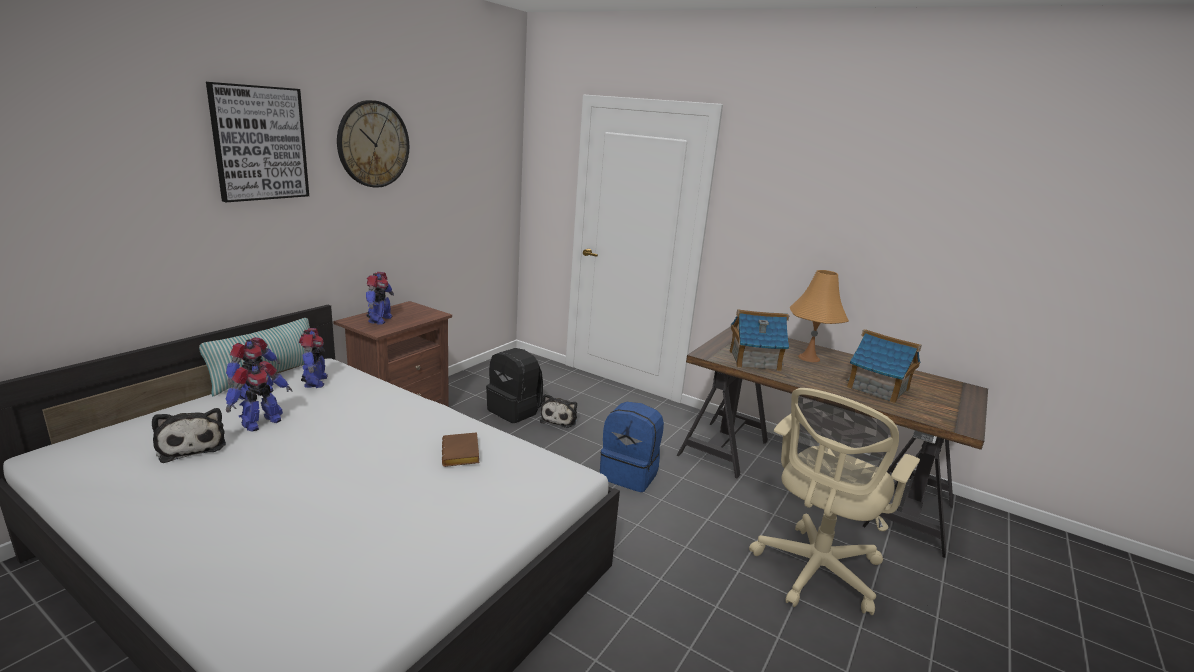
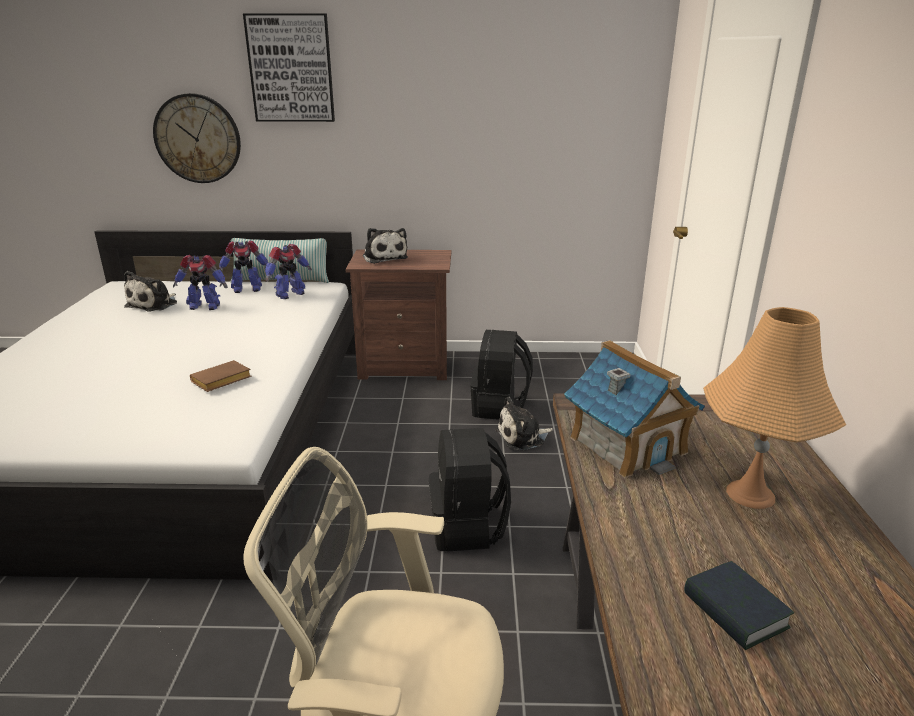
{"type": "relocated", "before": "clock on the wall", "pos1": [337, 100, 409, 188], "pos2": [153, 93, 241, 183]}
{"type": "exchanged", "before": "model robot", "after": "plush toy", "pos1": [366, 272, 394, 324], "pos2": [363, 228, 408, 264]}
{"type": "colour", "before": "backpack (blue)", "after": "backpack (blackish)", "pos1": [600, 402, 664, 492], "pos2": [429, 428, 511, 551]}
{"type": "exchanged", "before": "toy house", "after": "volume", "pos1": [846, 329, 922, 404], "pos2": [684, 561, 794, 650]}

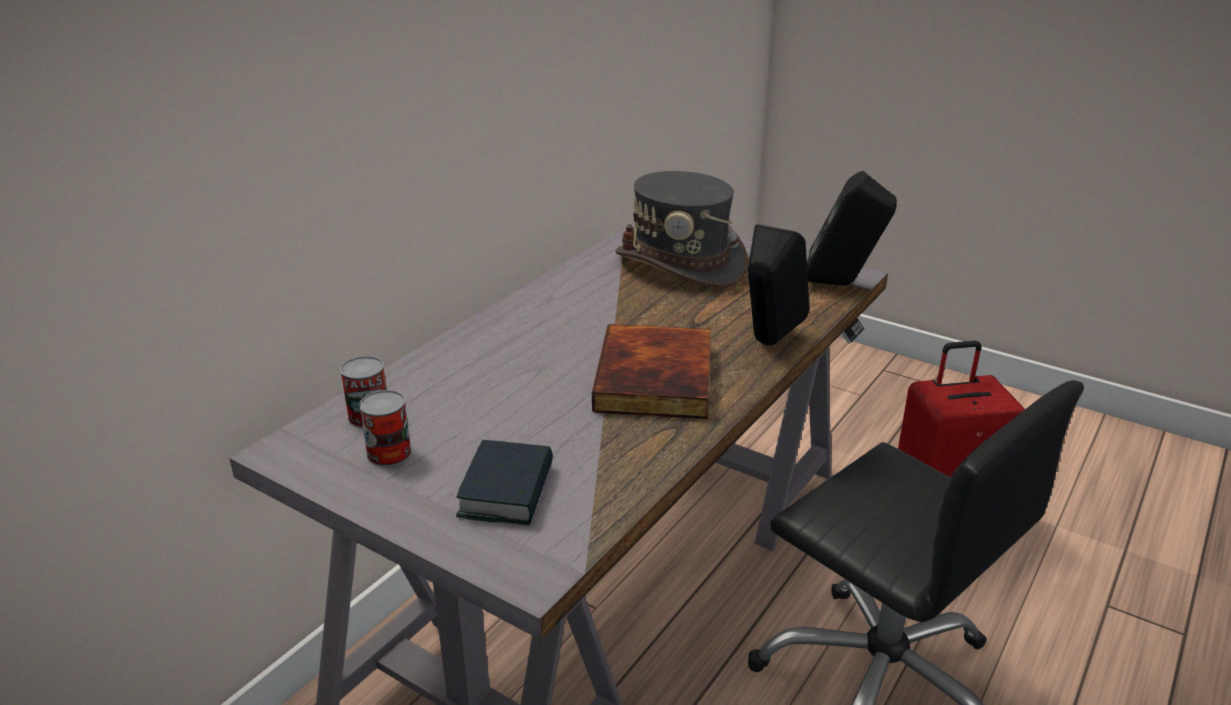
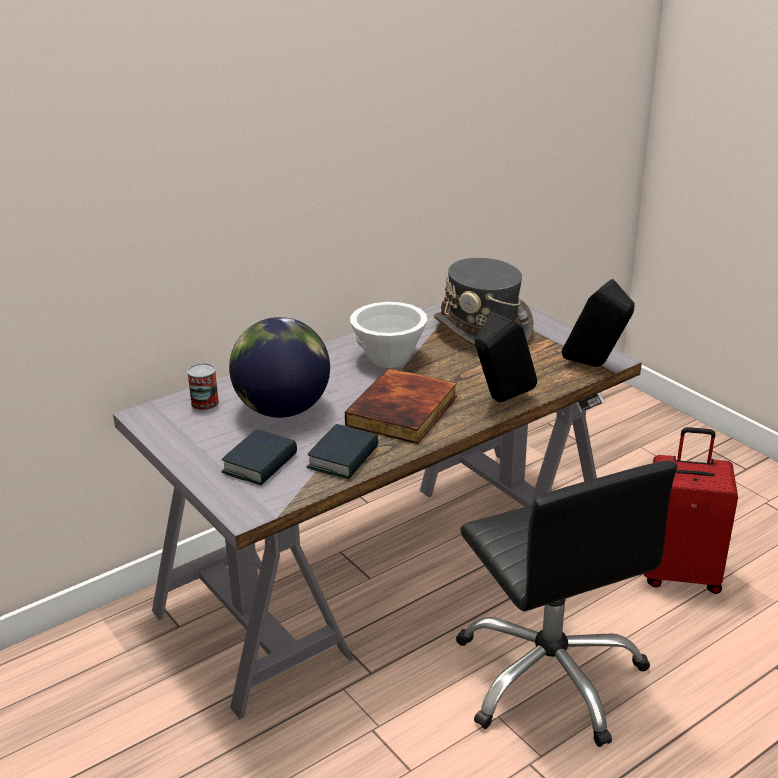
{"type": "missing", "before": "sealed can", "pos1": [359, 390, 412, 467]}
{"type": "appeared", "after": "globe", "pos2": [229, 317, 330, 418]}
{"type": "appeared", "after": "volume", "pos2": [307, 424, 378, 479]}
{"type": "appeared", "after": "bowl (whitish)", "pos2": [350, 302, 427, 368]}

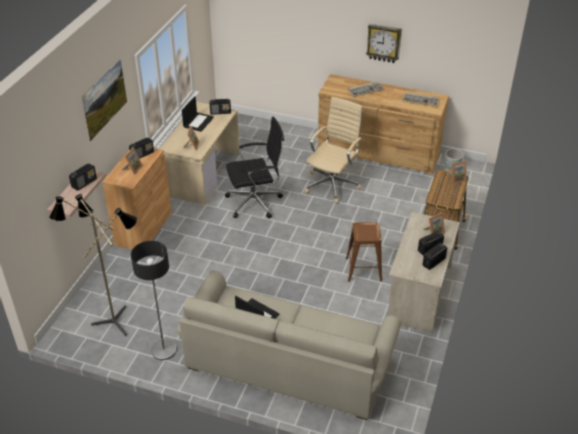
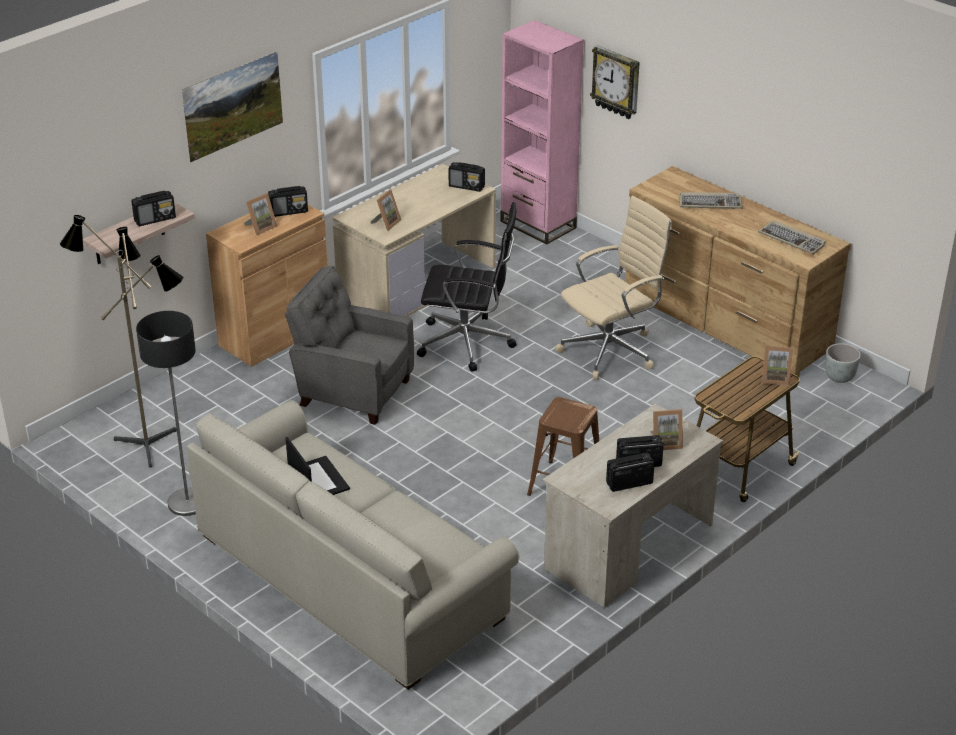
{"type": "missing", "before": "laptop", "pos1": [182, 96, 214, 132]}
{"type": "relocated", "before": "clock on the wall", "pos1": [366, 24, 402, 63], "pos2": [590, 45, 640, 119]}
{"type": "appeared", "after": "lounge chair (grey)", "pos2": [285, 266, 414, 425]}
{"type": "appeared", "after": "bookcase (pinkish)", "pos2": [500, 20, 584, 244]}

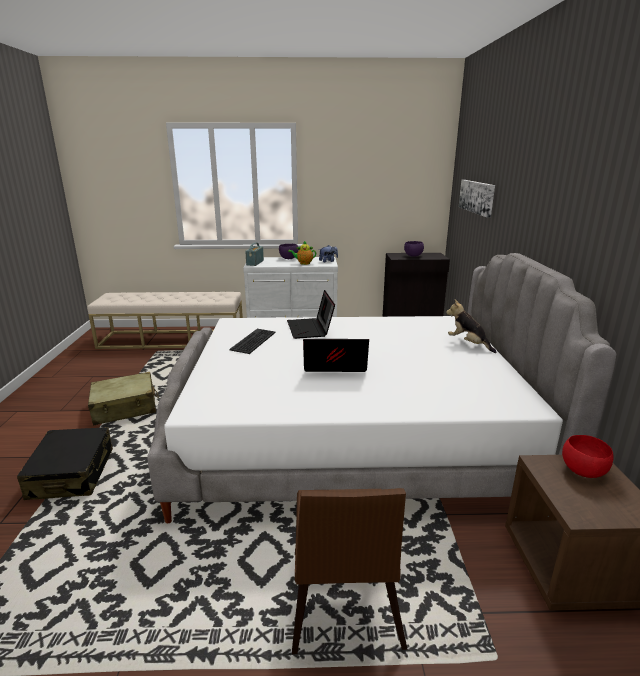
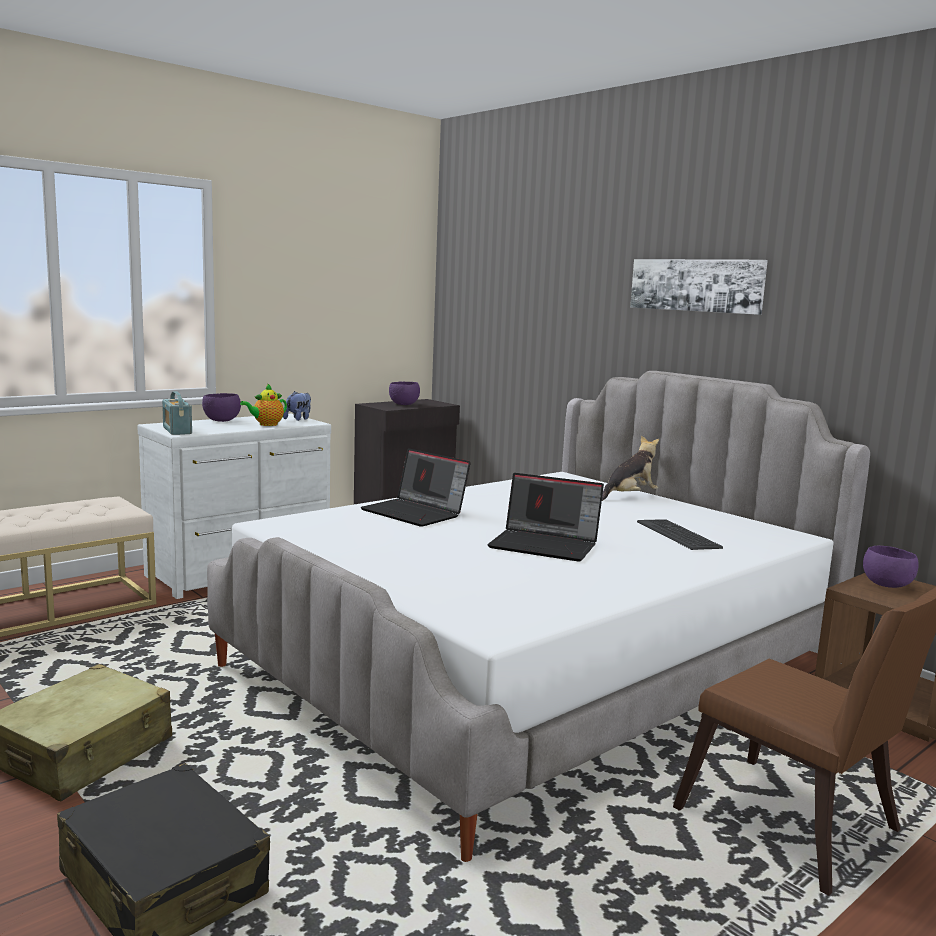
{"type": "relocated", "before": "keyboard", "pos1": [230, 329, 276, 354], "pos2": [637, 519, 723, 550]}
{"type": "spun", "before": "laptop", "pos1": [303, 339, 369, 372], "pos2": [487, 473, 604, 562], "turn": -120}
{"type": "spun", "before": "plush toy", "pos1": [446, 300, 496, 353], "pos2": [602, 435, 659, 501], "turn": 135}
{"type": "relocated", "before": "wall picture", "pos1": [459, 180, 495, 218], "pos2": [630, 259, 768, 315]}
{"type": "colour", "before": "bowl (reddish)", "after": "bowl (purple)", "pos1": [562, 435, 614, 478], "pos2": [863, 546, 919, 588]}

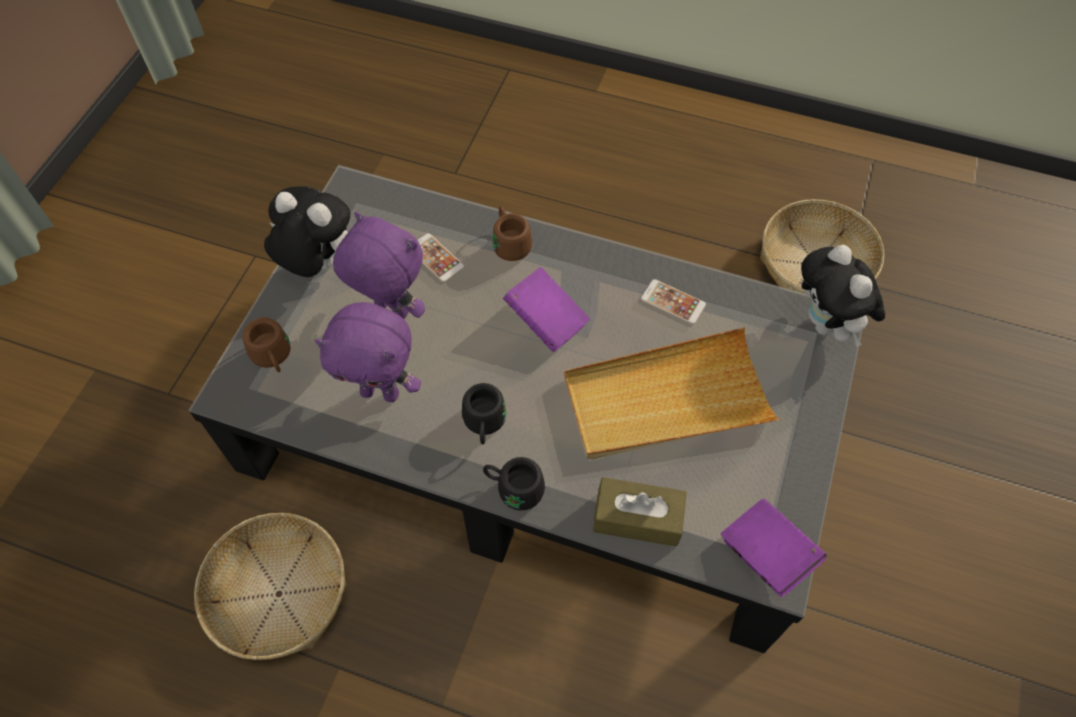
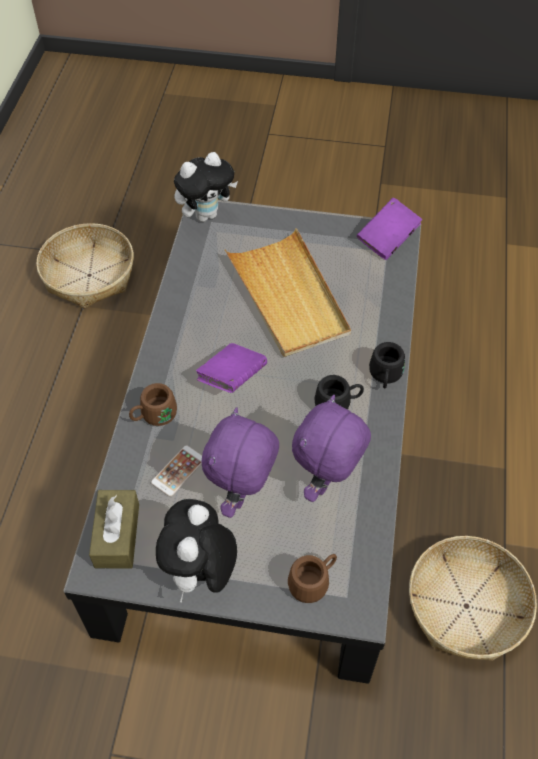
{"type": "spun", "before": "plush toy (purple)", "pos1": [315, 302, 421, 402], "pos2": [292, 395, 371, 502], "turn": -150}
{"type": "relocated", "before": "tissue holder (brown)", "pos1": [593, 477, 687, 547], "pos2": [89, 490, 139, 568]}
{"type": "missing", "before": "phone", "pos1": [641, 279, 706, 324]}

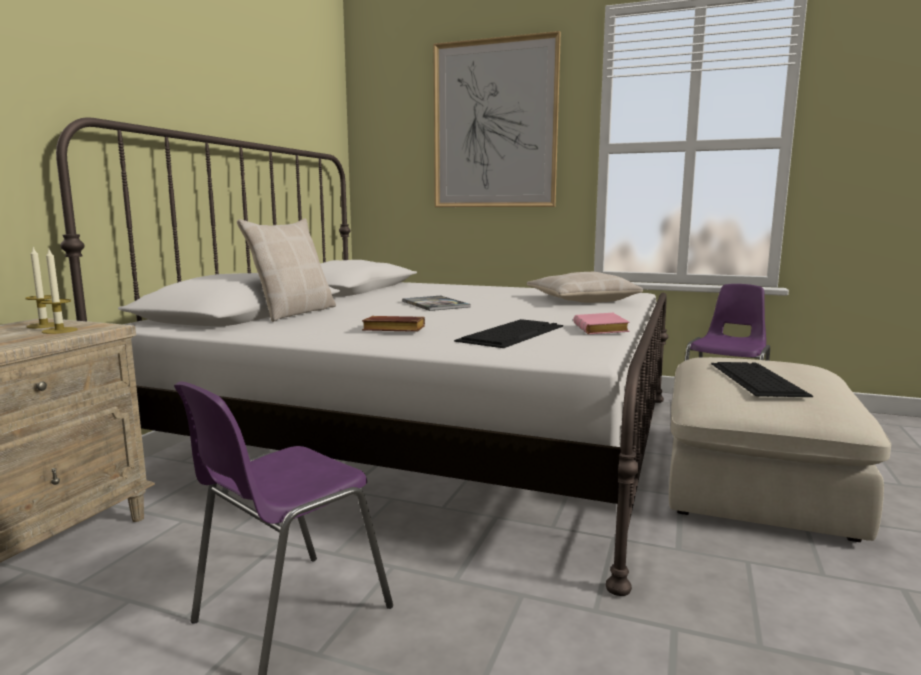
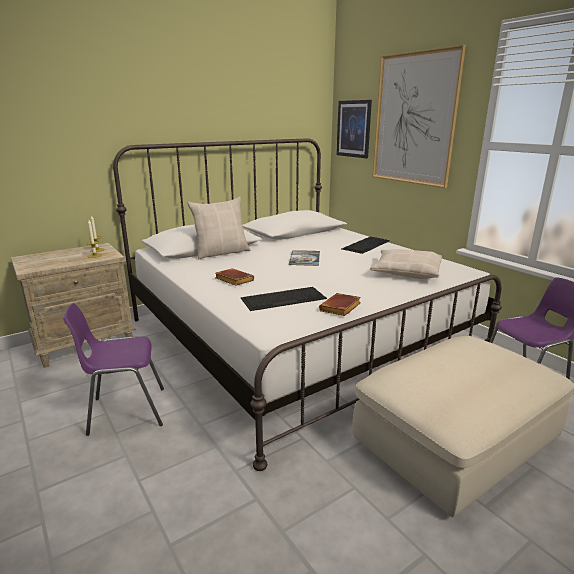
{"type": "colour", "before": "volume (pinkish)", "after": "volume (brown)", "pos1": [573, 313, 630, 334], "pos2": [319, 293, 361, 316]}
{"type": "relocated", "before": "keyboard", "pos1": [711, 362, 813, 397], "pos2": [342, 236, 390, 254]}
{"type": "appeared", "after": "wall picture", "pos2": [336, 100, 372, 158]}

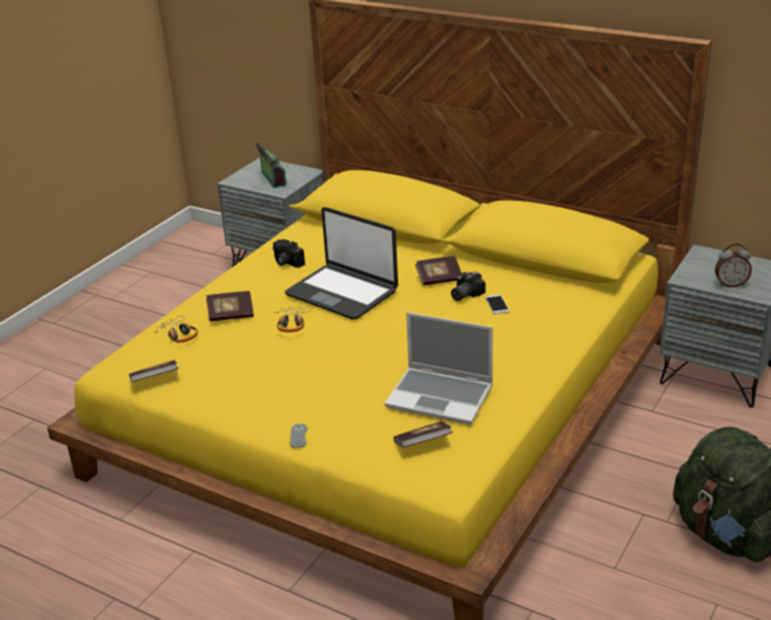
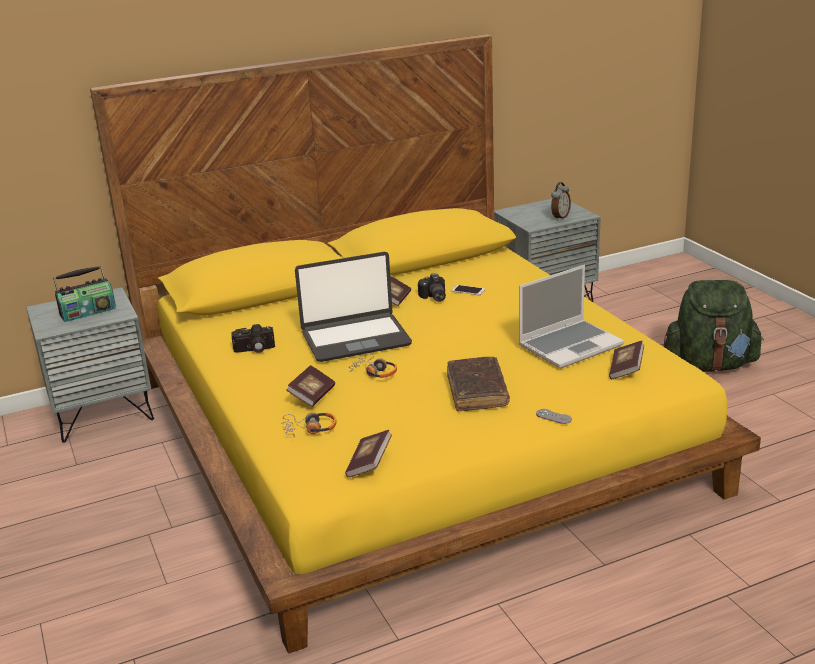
{"type": "spun", "before": "radio", "pos1": [255, 141, 287, 188], "pos2": [53, 266, 116, 322], "turn": 135}
{"type": "appeared", "after": "volume (brown)", "pos2": [447, 357, 510, 411]}

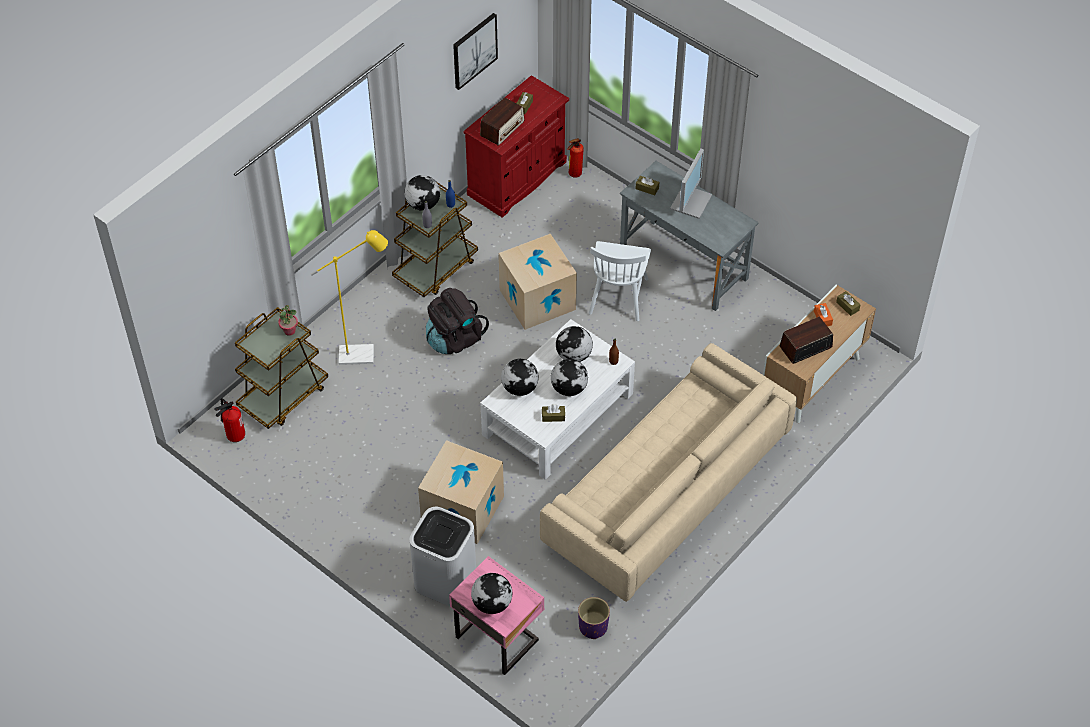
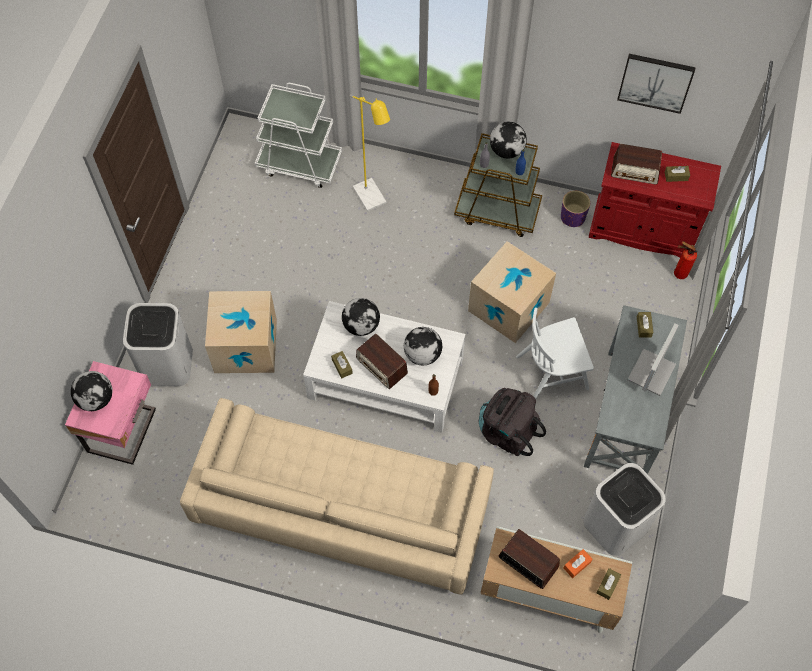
{"type": "missing", "before": "fire-fighting cylinder", "pos1": [214, 398, 245, 442]}
{"type": "colour", "before": "trolley (brown)", "after": "trolley (whitish)", "pos1": [235, 307, 328, 429], "pos2": [255, 83, 342, 188]}
{"type": "missing", "before": "plant in a pot", "pos1": [278, 305, 298, 336]}
{"type": "relocated", "before": "backpack (blackish)", "pos1": [426, 288, 489, 354], "pos2": [479, 388, 546, 456]}
{"type": "exchanged", "before": "globe", "after": "radio", "pos1": [551, 359, 588, 396], "pos2": [356, 334, 408, 389]}
{"type": "relocated", "before": "flower pot (purple)", "pos1": [578, 597, 610, 639], "pos2": [561, 191, 590, 227]}
{"type": "spun", "before": "computer screen", "pos1": [670, 148, 712, 219], "pos2": [627, 324, 679, 396], "turn": 120}
{"type": "appeared", "after": "rubbish bin (whitish)", "pos2": [583, 463, 666, 556]}

